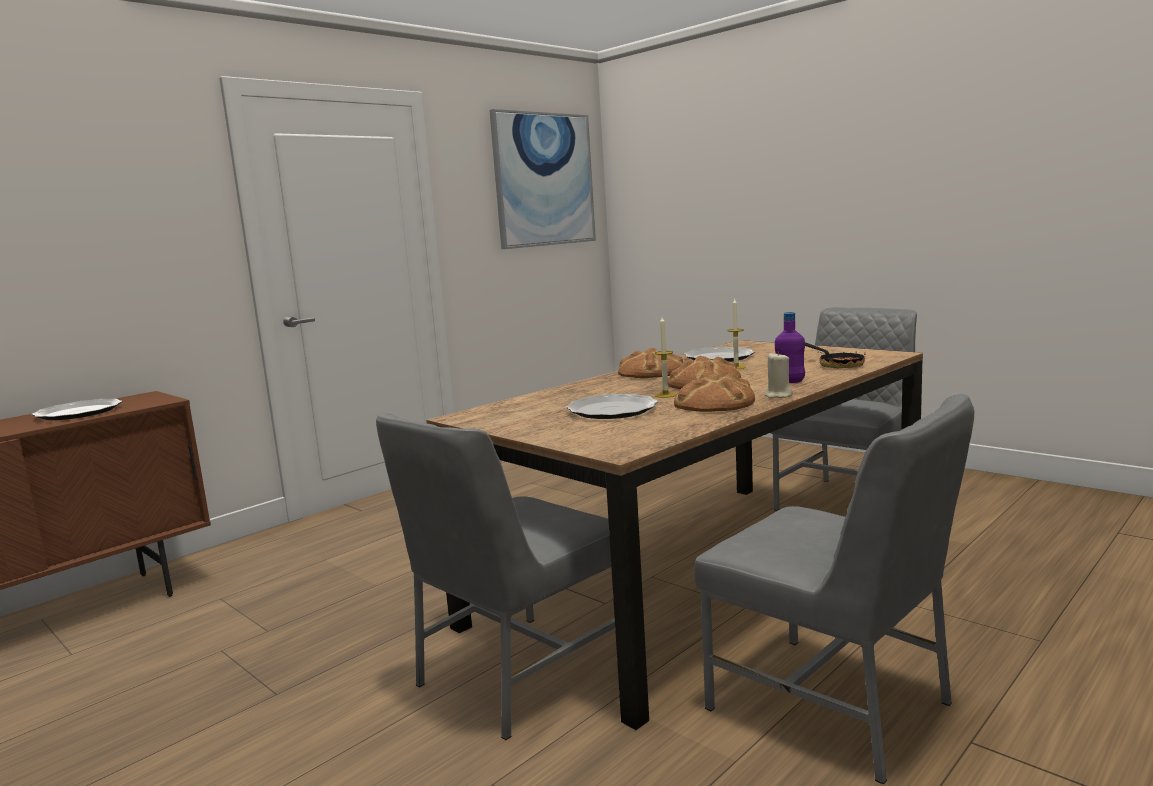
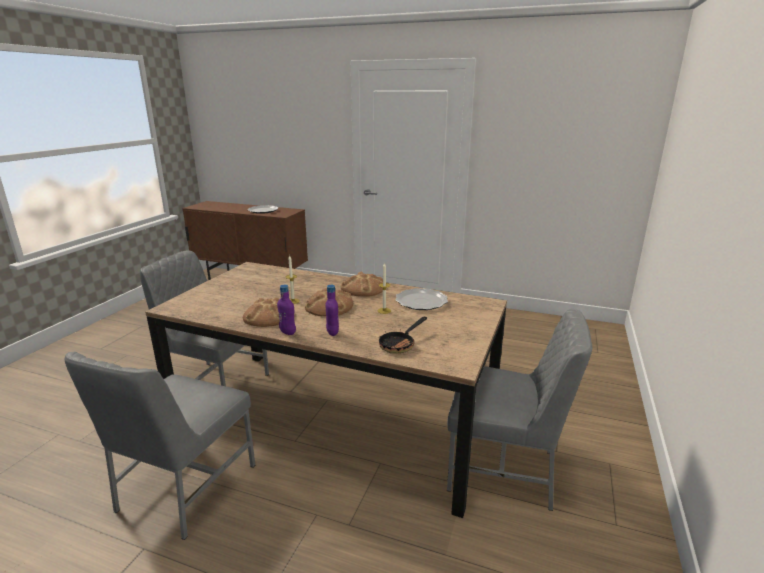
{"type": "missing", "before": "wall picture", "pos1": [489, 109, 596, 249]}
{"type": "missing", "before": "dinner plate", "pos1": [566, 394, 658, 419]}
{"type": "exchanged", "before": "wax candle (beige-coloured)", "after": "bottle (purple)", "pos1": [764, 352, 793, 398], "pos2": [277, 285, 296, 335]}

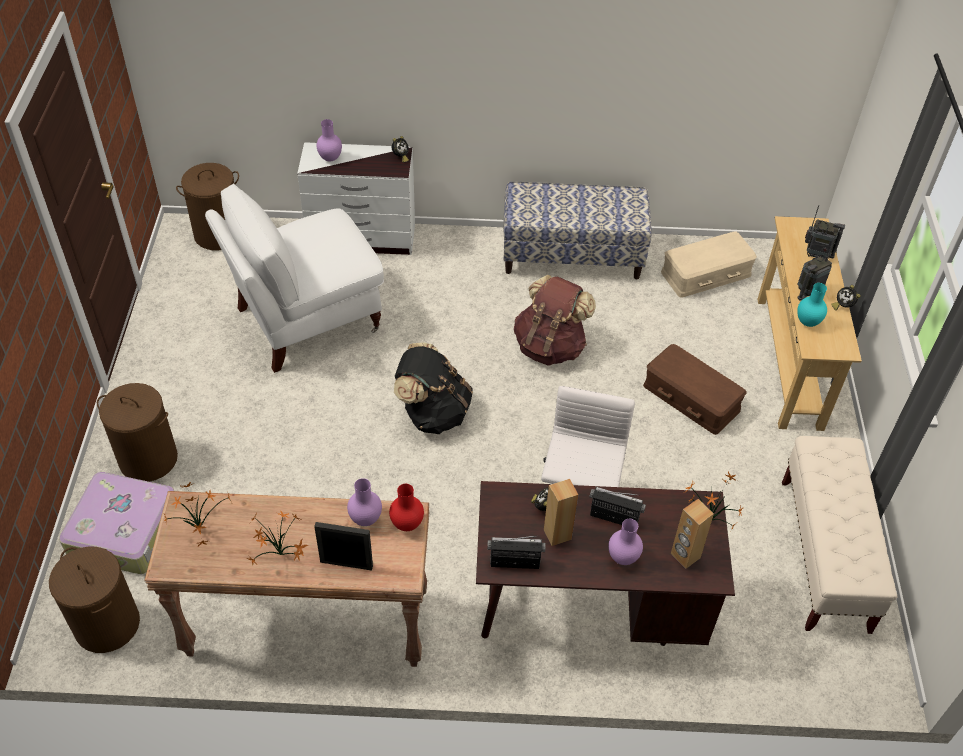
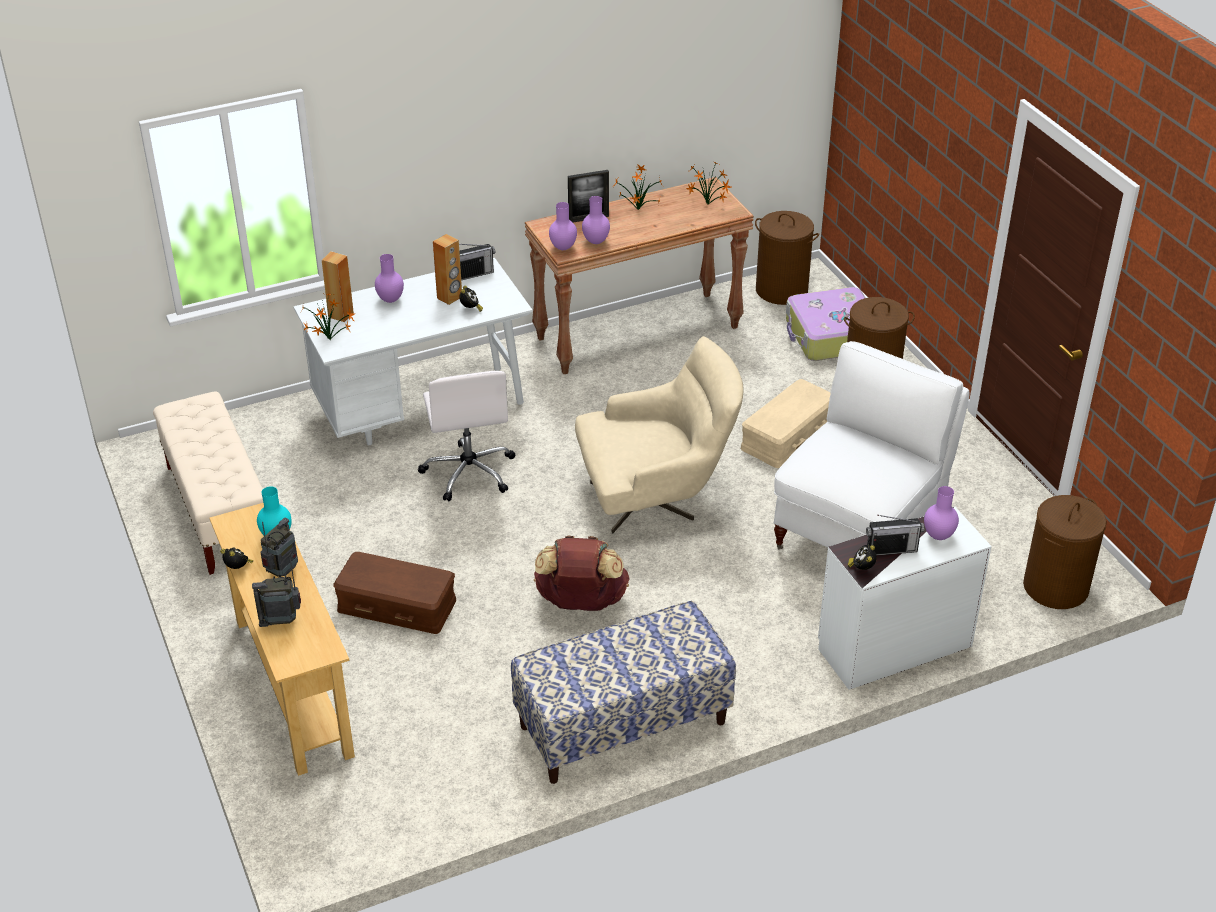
{"type": "colour", "before": "vase (reddish)", "after": "vase (purple)", "pos1": [389, 484, 424, 531], "pos2": [549, 202, 577, 250]}
{"type": "exchanged", "before": "backpack (blackish)", "after": "lounge chair (beige-coloured)", "pos1": [394, 343, 473, 434], "pos2": [575, 336, 744, 533]}
{"type": "colour", "before": "desk unit (brown)", "after": "desk unit (whitish)", "pos1": [476, 481, 735, 646], "pos2": [293, 258, 533, 445]}
{"type": "relocated", "before": "radio", "pos1": [589, 487, 646, 525], "pos2": [866, 515, 924, 556]}
{"type": "relocated", "before": "storage container (beige-coloured)", "pos1": [661, 232, 757, 298], "pos2": [741, 379, 831, 468]}

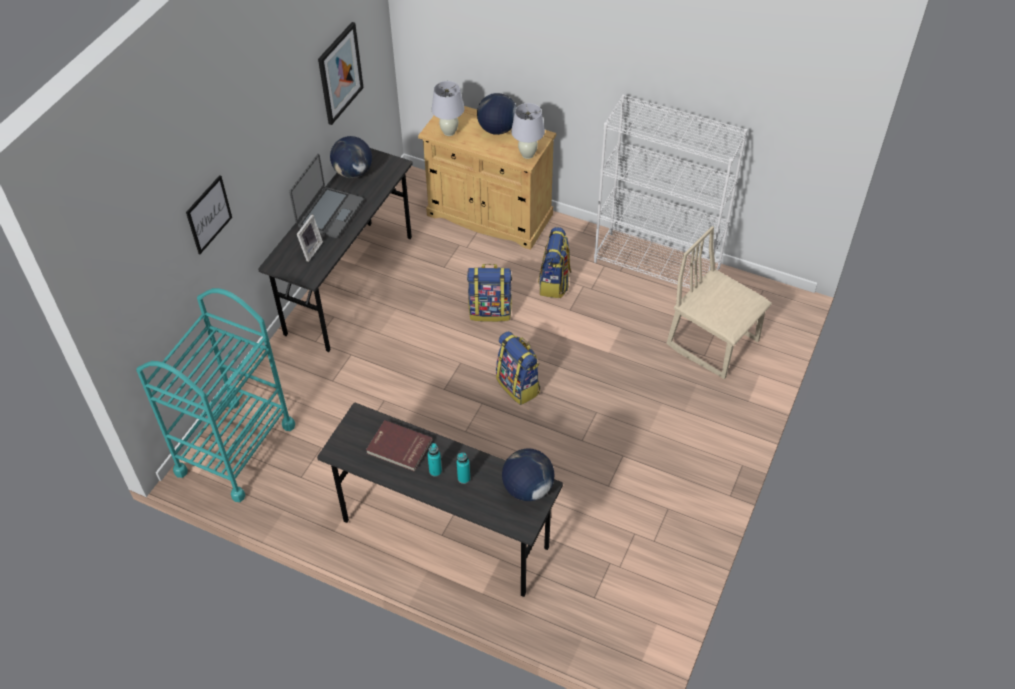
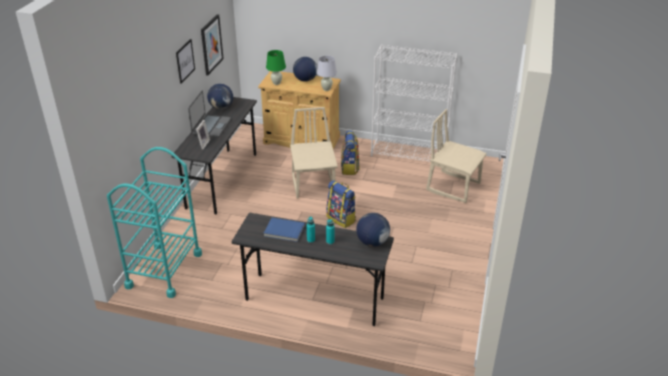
{"type": "relocated", "before": "wall picture", "pos1": [186, 175, 232, 254], "pos2": [176, 39, 195, 84]}
{"type": "colour", "before": "volume (reddish)", "after": "volume (blue)", "pos1": [366, 420, 433, 472], "pos2": [264, 218, 305, 242]}
{"type": "colour", "before": "lamp for a table (whitish)", "after": "lamp for a table (green-coloured)", "pos1": [432, 81, 464, 136], "pos2": [266, 50, 286, 85]}
{"type": "exchanged", "before": "backpack", "after": "chair (beige-coloured)", "pos1": [467, 264, 512, 322], "pos2": [290, 107, 337, 199]}

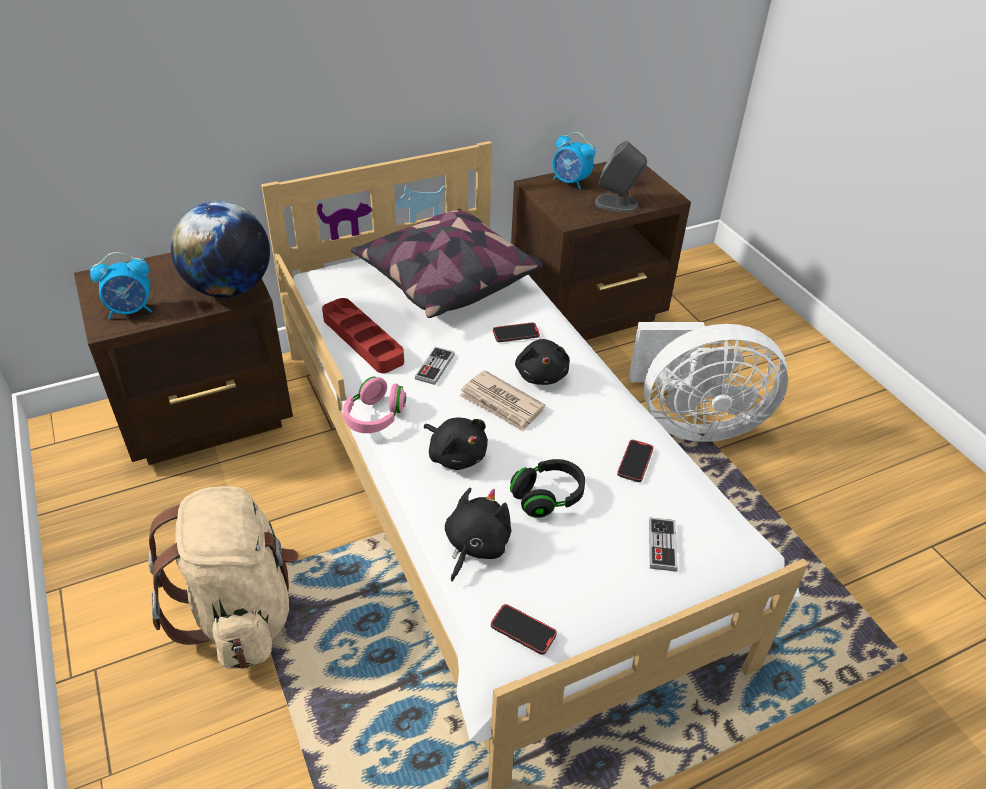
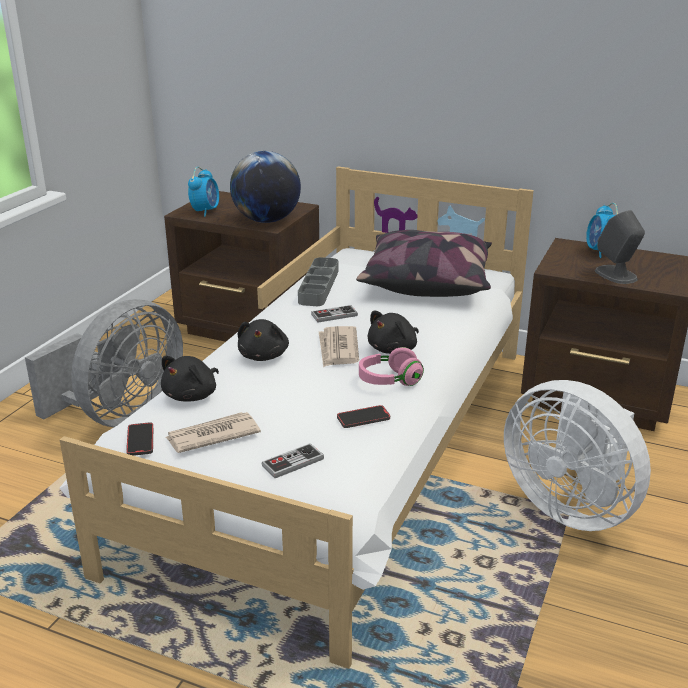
{"type": "spun", "before": "table clock", "pos1": [90, 252, 152, 319], "pos2": [188, 167, 219, 217], "turn": -105}
{"type": "exchanged", "before": "backpack (beige-coloured)", "after": "cooling fan (grey)", "pos1": [148, 486, 299, 669], "pos2": [25, 299, 183, 427]}
{"type": "colour", "before": "serving tray (reddish)", "after": "serving tray (grey)", "pos1": [322, 298, 404, 373], "pos2": [298, 257, 339, 306]}
{"type": "relocated", "before": "headphones (pinkish)", "pos1": [343, 377, 406, 433], "pos2": [359, 347, 424, 386]}
{"type": "spun", "before": "plush toy (blackish)", "pos1": [445, 488, 511, 582], "pos2": [161, 356, 219, 401], "turn": 135}
{"type": "missing", "before": "phone", "pos1": [493, 322, 540, 342]}
{"type": "missing", "before": "headphones (blackish)", "pos1": [510, 459, 585, 518]}
{"type": "appeared", "after": "newspaper", "pos2": [166, 412, 261, 453]}

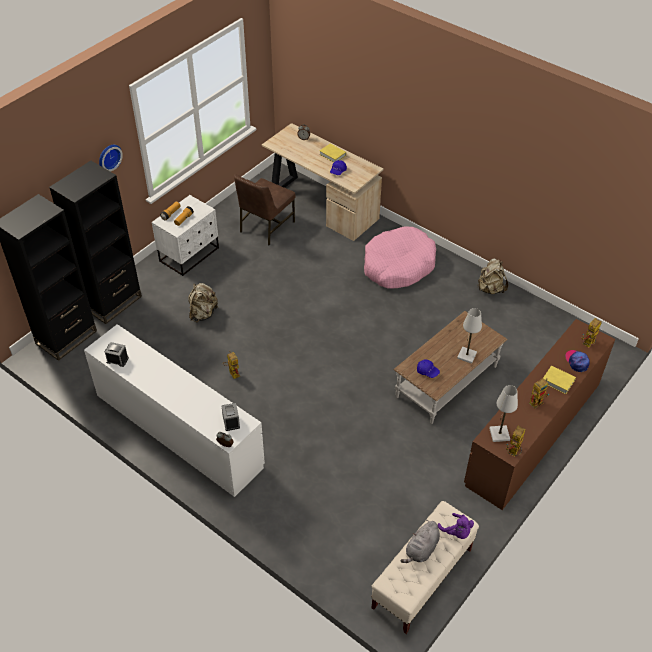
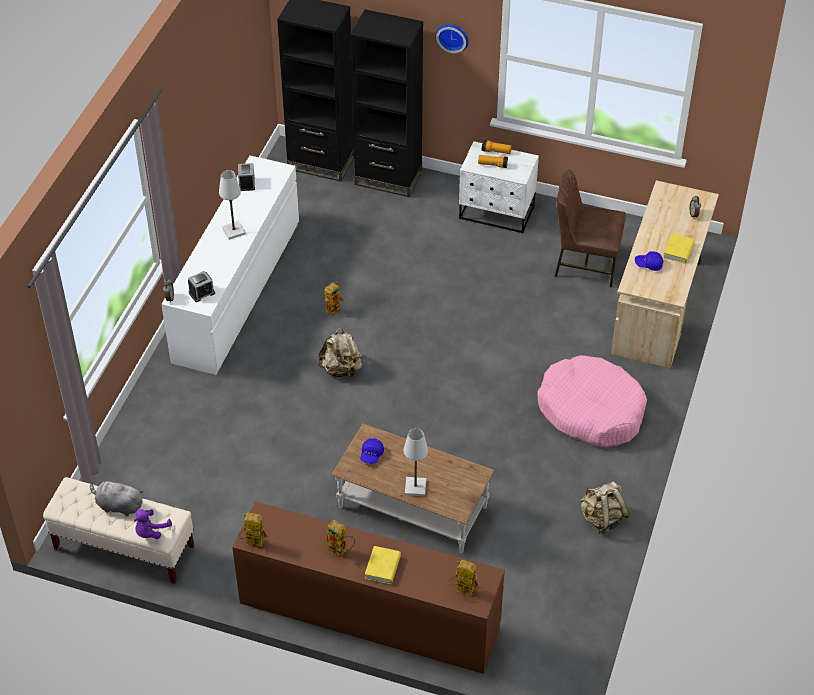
{"type": "relocated", "before": "backpack (beige-coloured)", "pos1": [188, 283, 218, 322], "pos2": [318, 328, 363, 379]}
{"type": "relocated", "before": "lamp for a table (whitish)", "pos1": [489, 385, 518, 442], "pos2": [219, 170, 246, 240]}
{"type": "missing", "before": "peaked cap", "pos1": [565, 350, 590, 372]}

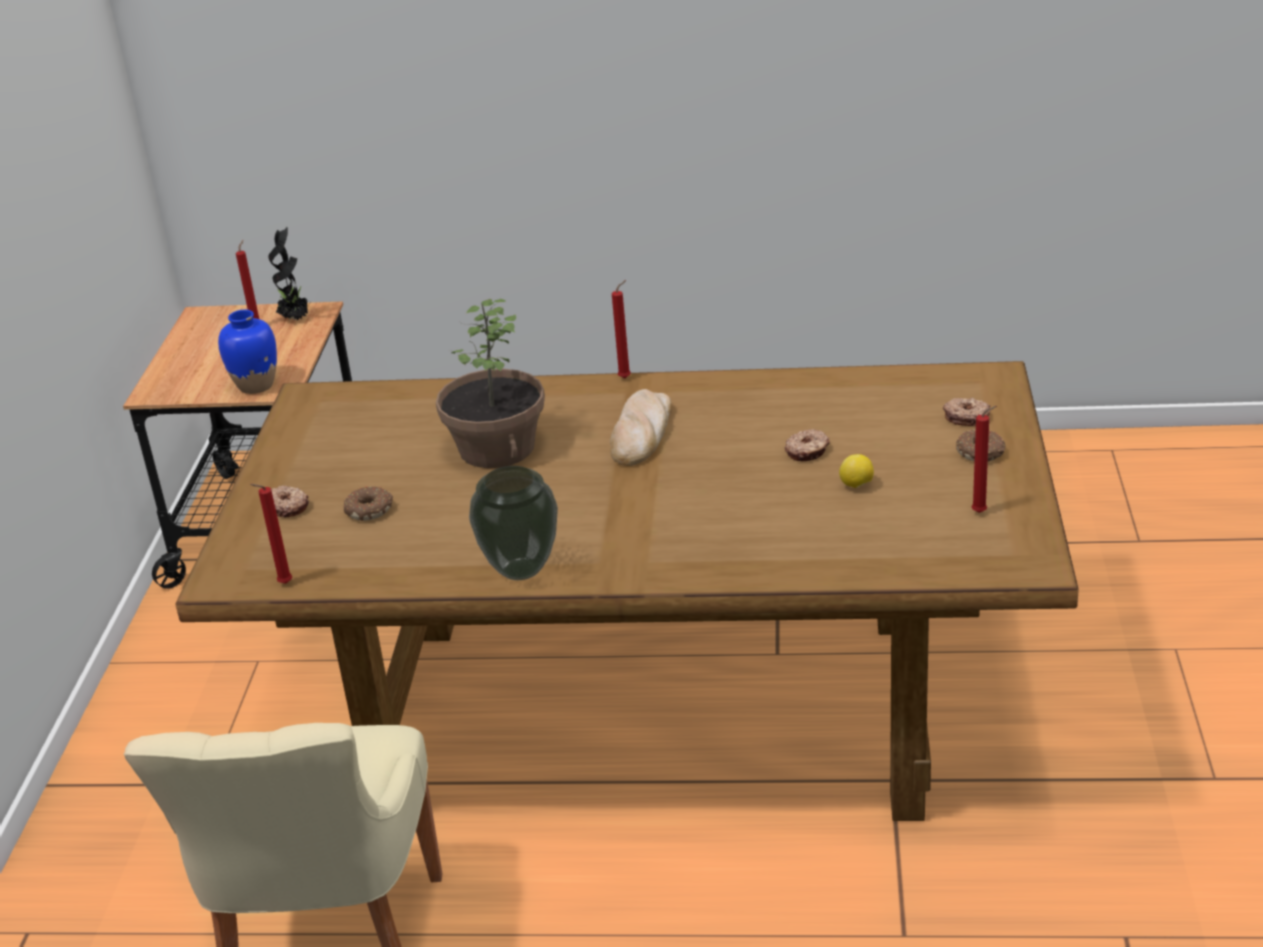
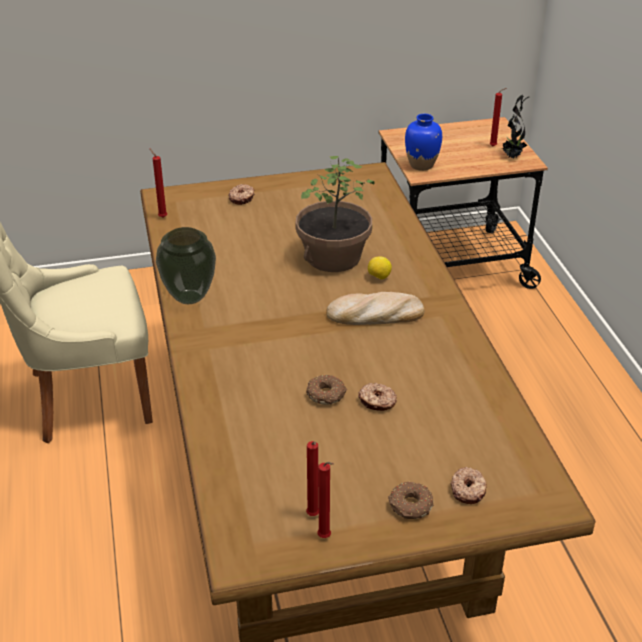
{"type": "relocated", "before": "doughnut", "pos1": [344, 486, 393, 521], "pos2": [306, 375, 347, 405]}
{"type": "relocated", "before": "wax candle (reddish)", "pos1": [612, 280, 631, 379], "pos2": [317, 462, 334, 538]}
{"type": "relocated", "before": "whole lemon", "pos1": [839, 454, 874, 488], "pos2": [368, 256, 392, 280]}

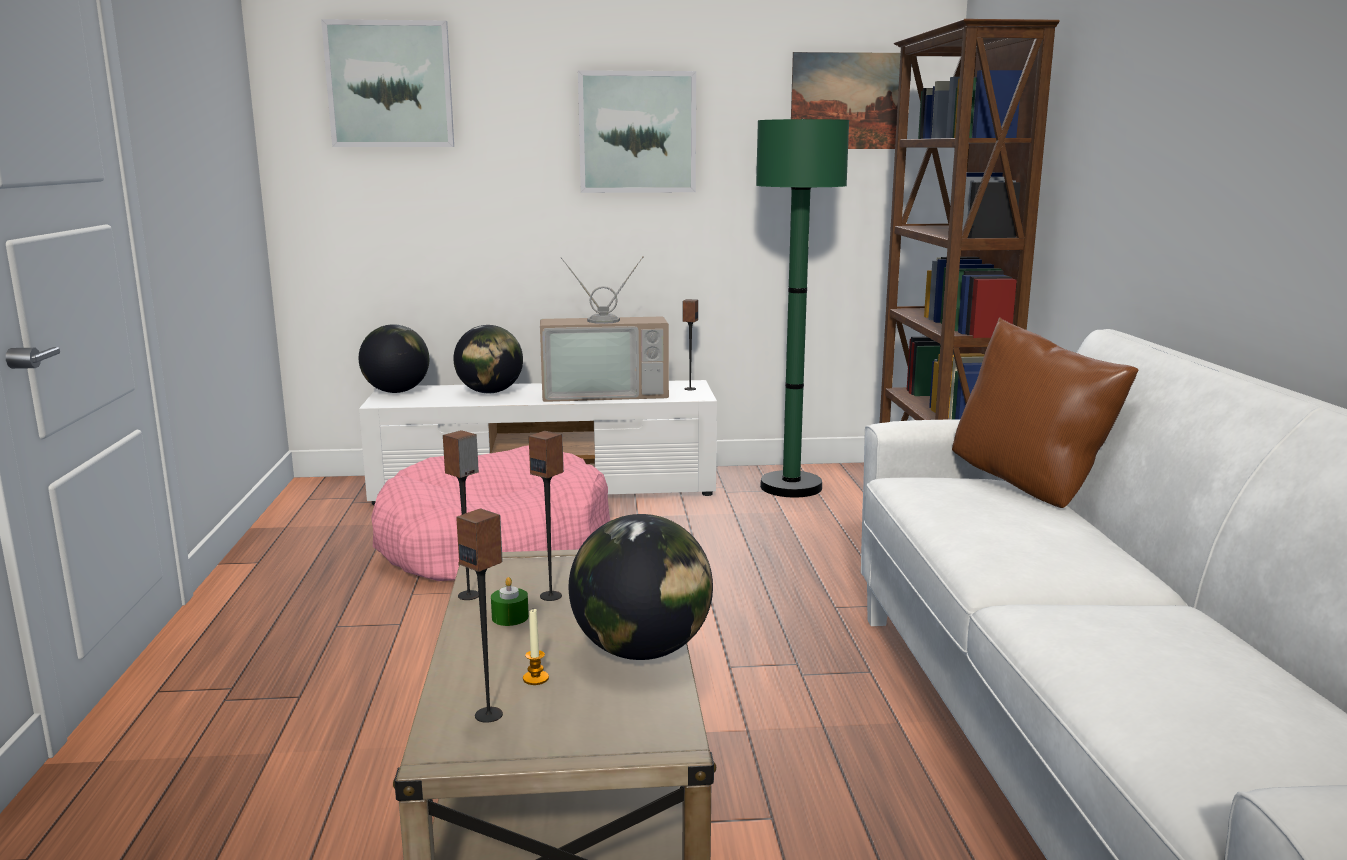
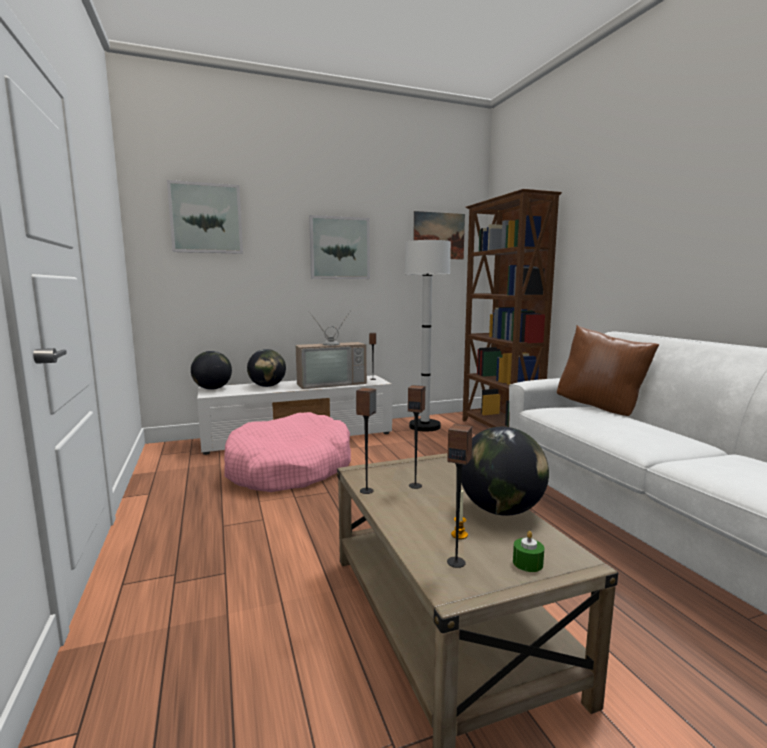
{"type": "relocated", "before": "wax candle (green-coloured)", "pos1": [491, 577, 529, 626], "pos2": [513, 531, 544, 572]}
{"type": "colour", "before": "standard lamp (green-coloured)", "after": "standard lamp (whitish)", "pos1": [756, 119, 849, 498], "pos2": [405, 240, 451, 432]}

